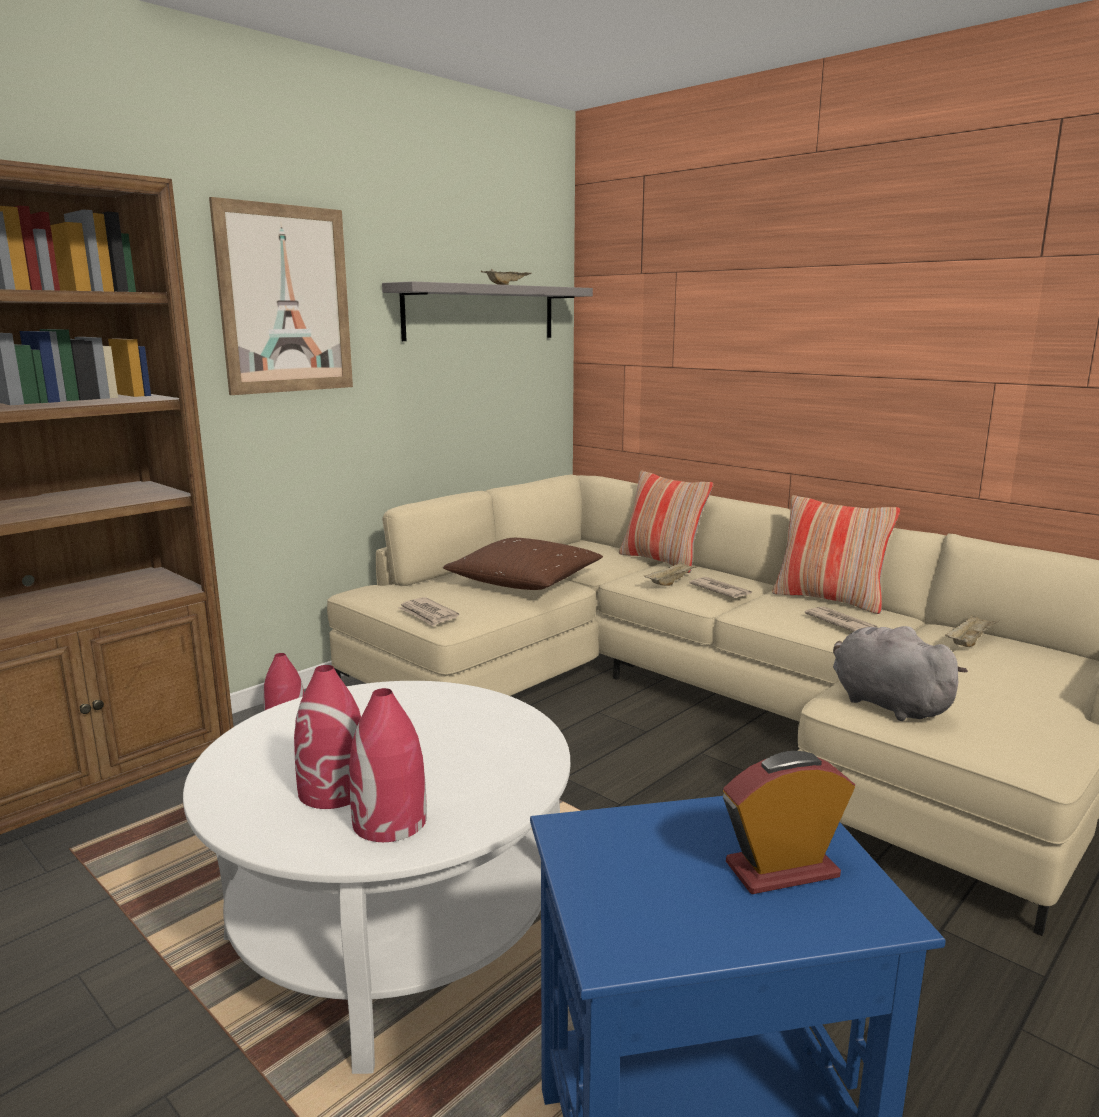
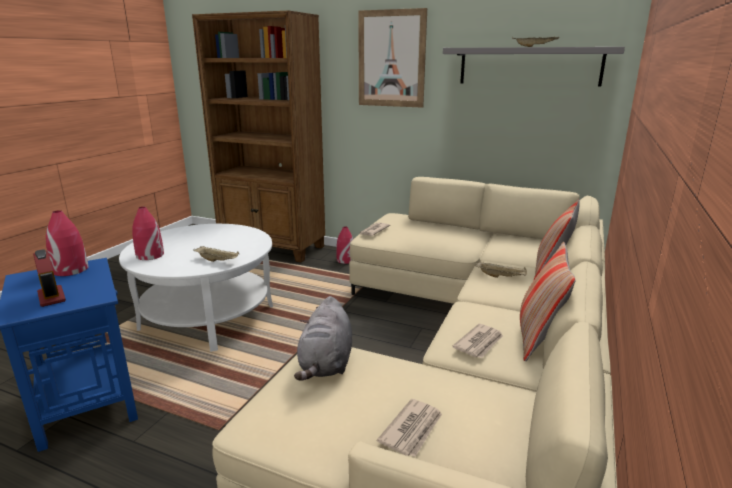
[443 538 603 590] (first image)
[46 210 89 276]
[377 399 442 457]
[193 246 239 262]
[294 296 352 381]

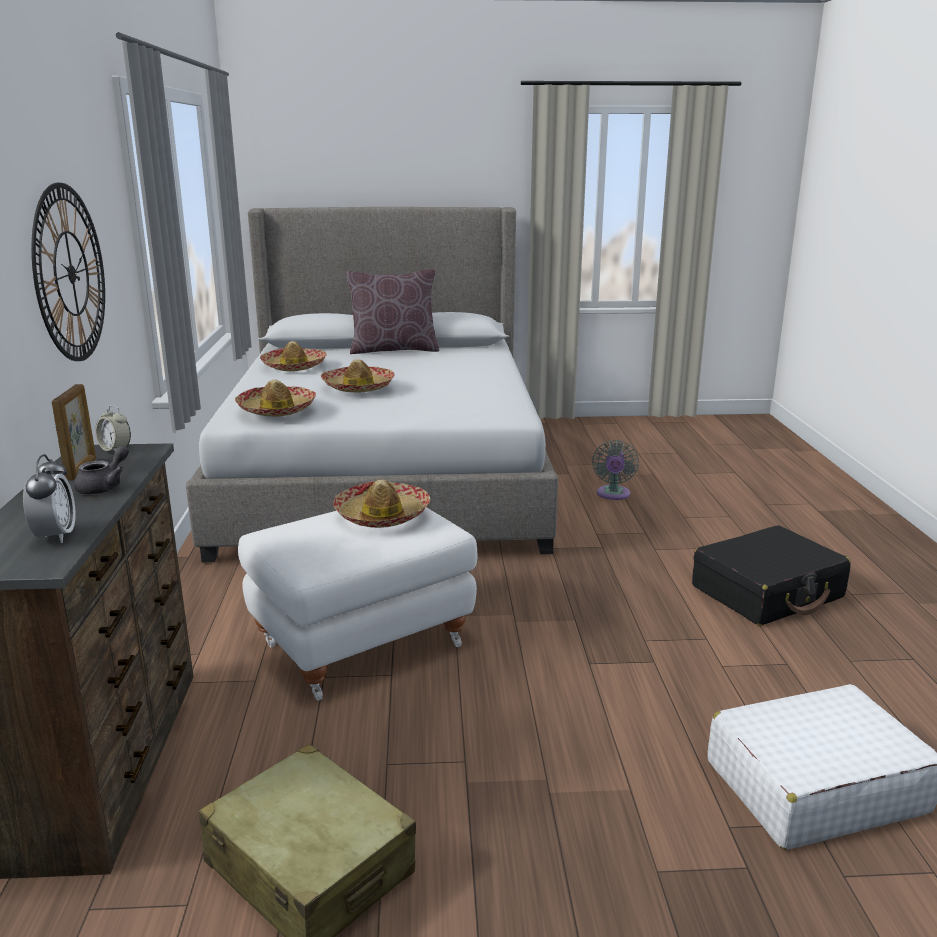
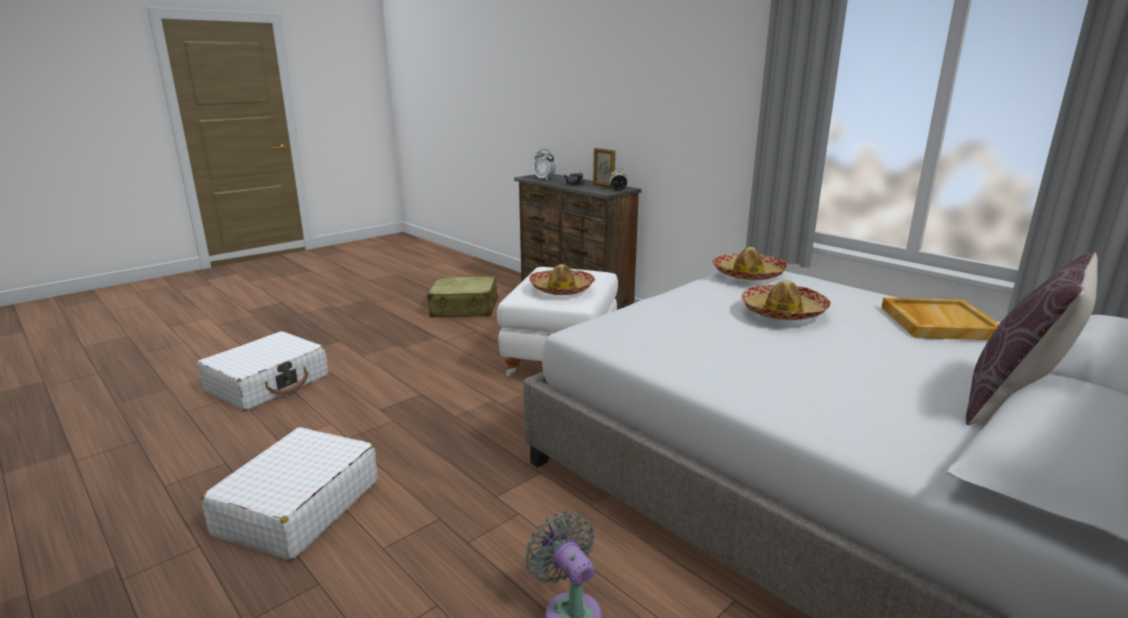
[31 183 105 361] (first image)
[881 298 999 340]
[201 427 377 560]

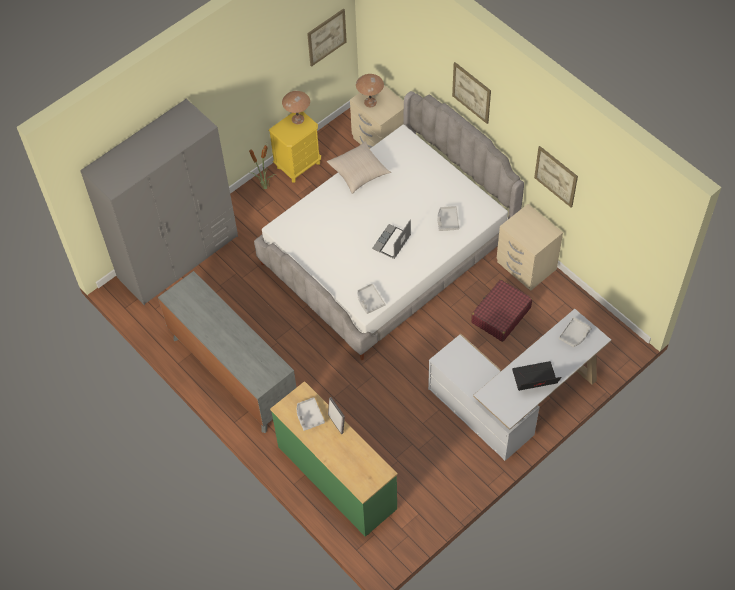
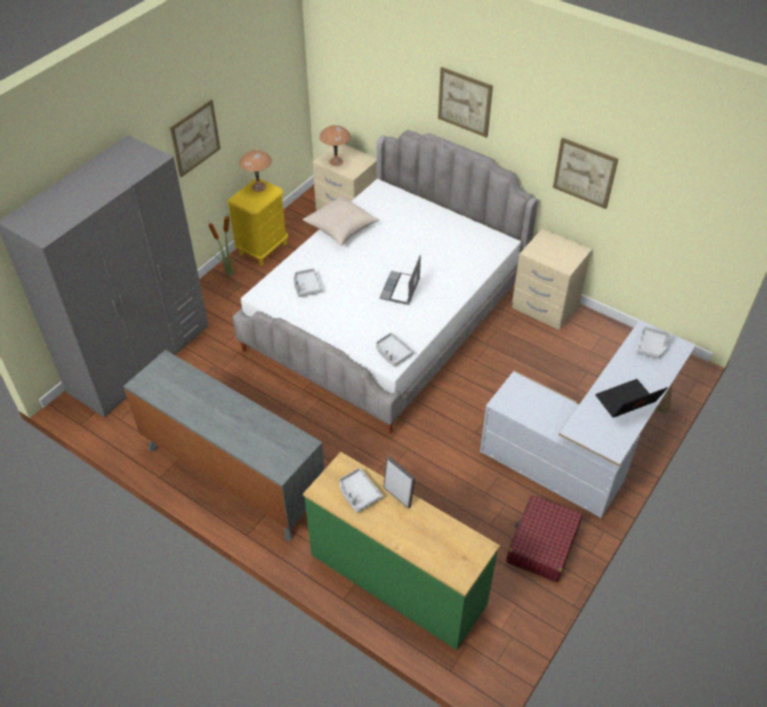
[170 99 220 177]
[294 268 322 297]
[506 495 582 582]

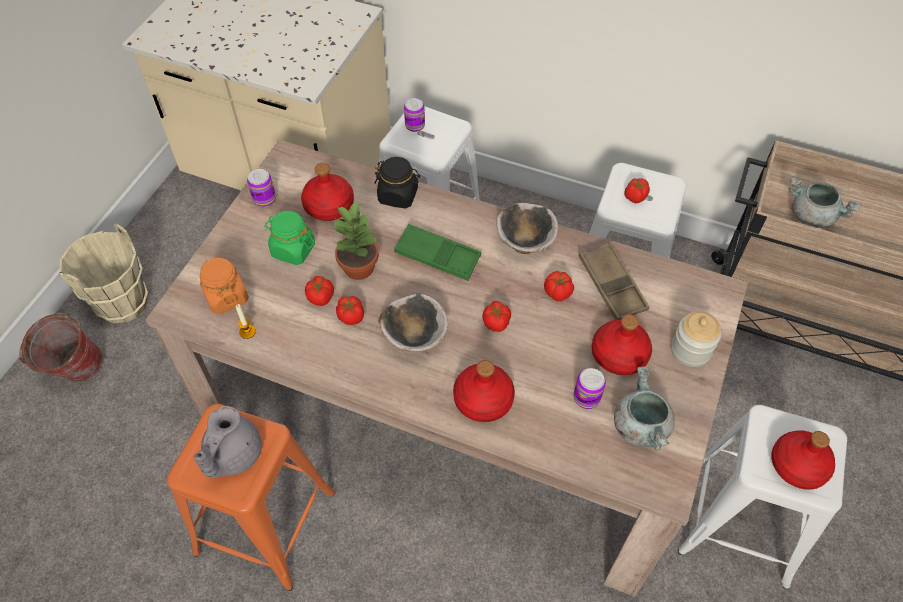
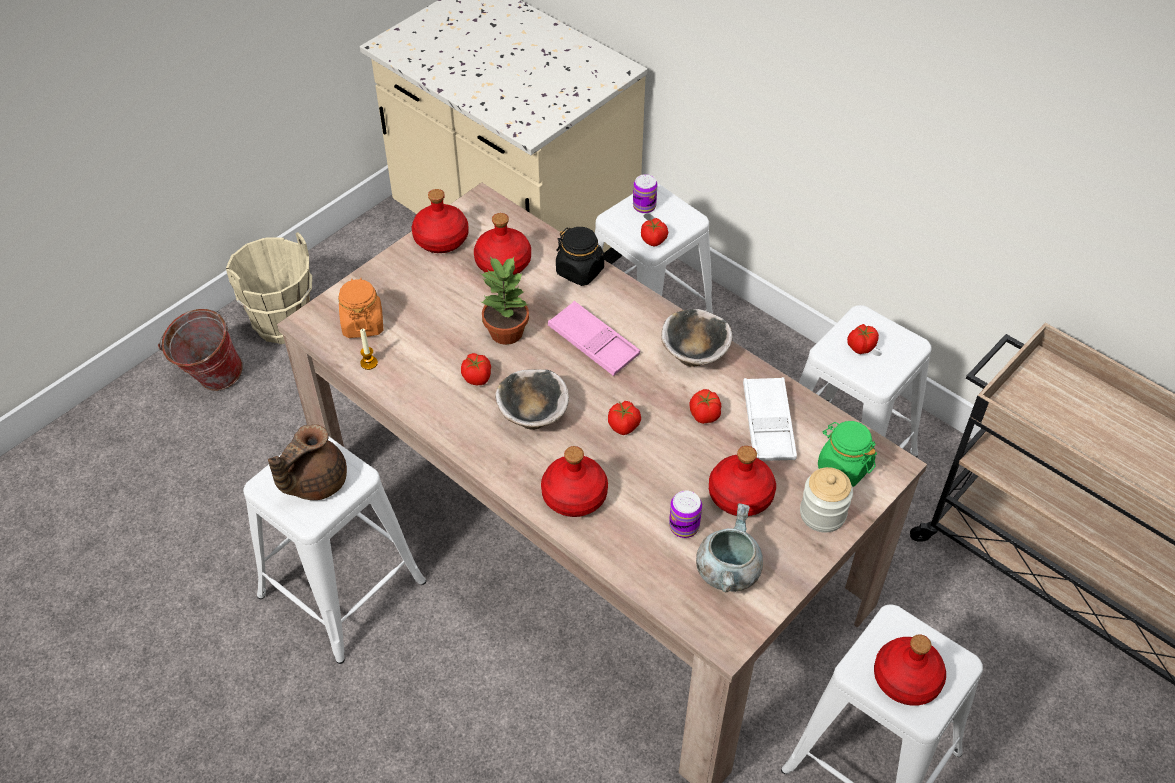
[789 177 862 228] (first image)
[818 421 877 487]
[641 218 668 247]
[412 189 469 253]
[243 437 426 664]
[268 424 347 500]
[548 301 640 376]
[743 377 797 461]

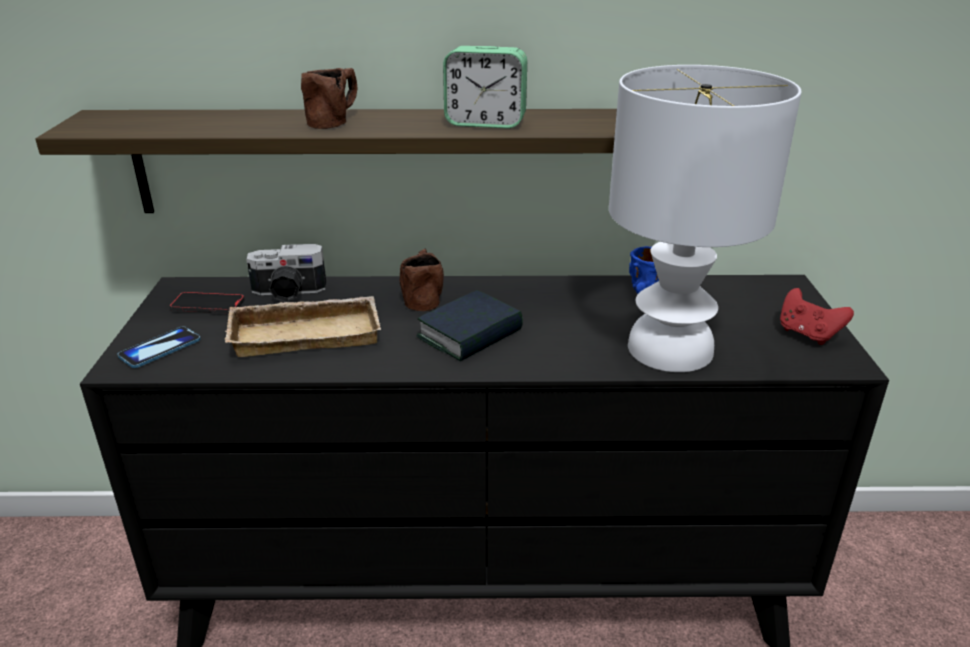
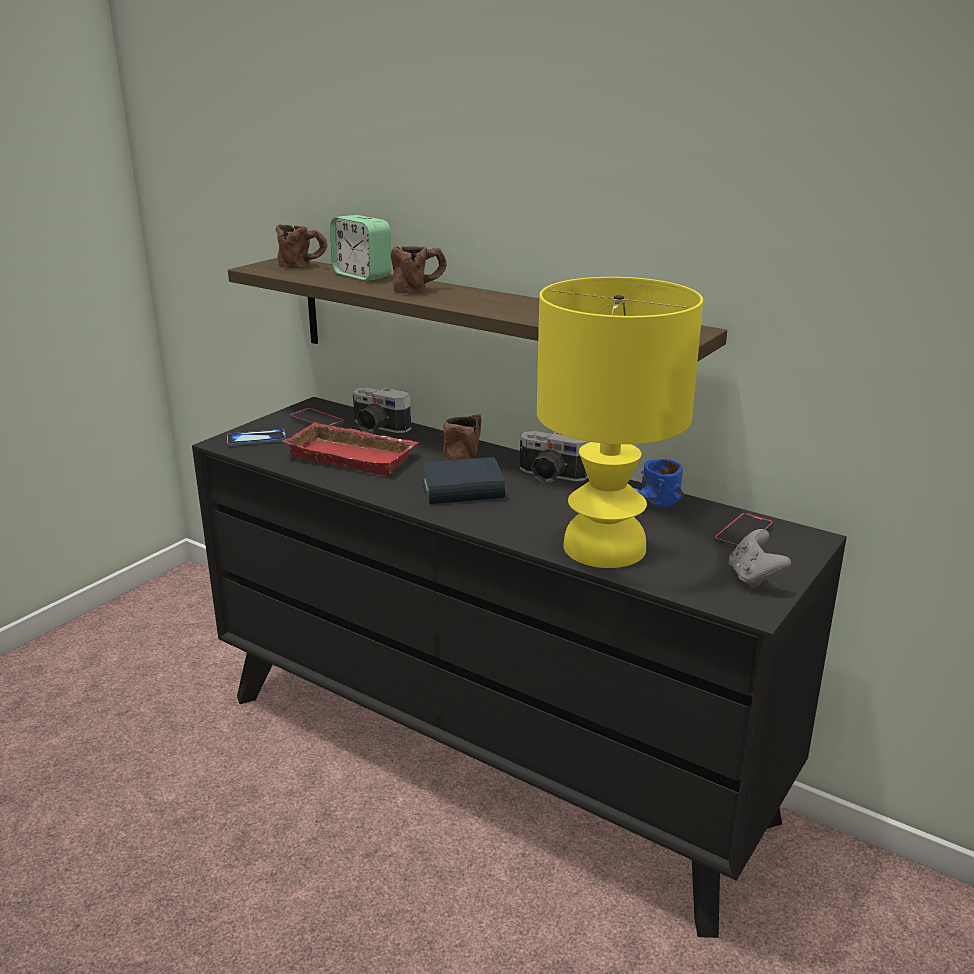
[276 224 327 268]
[520 431 590 483]
[715 513 773 548]
[330 215 391 281]
[282 422 419 475]
[537 277 703 568]
[729 529 791 589]

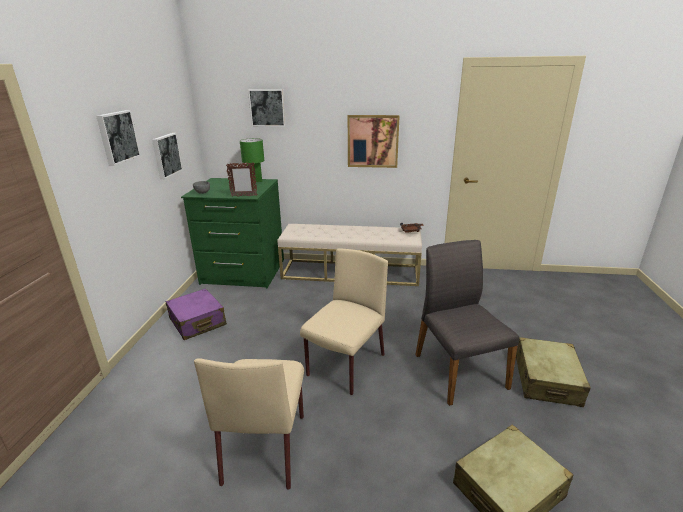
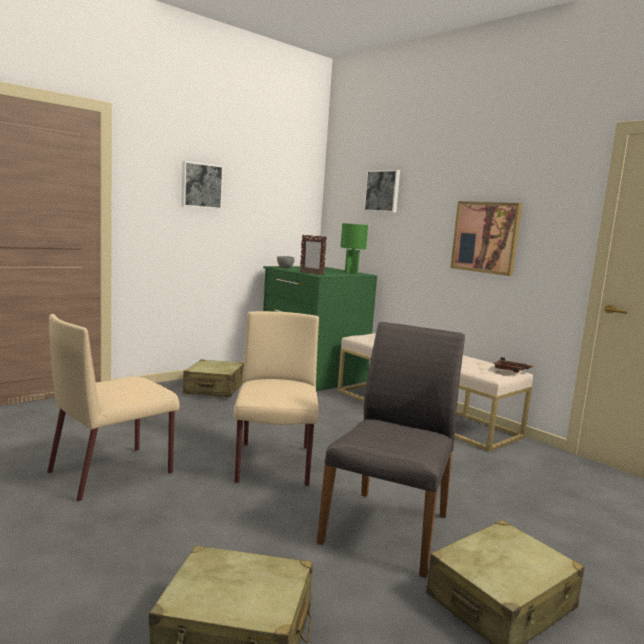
[152 133 183 179] (first image)
[183 360 244 397]
[233 311 319 487]

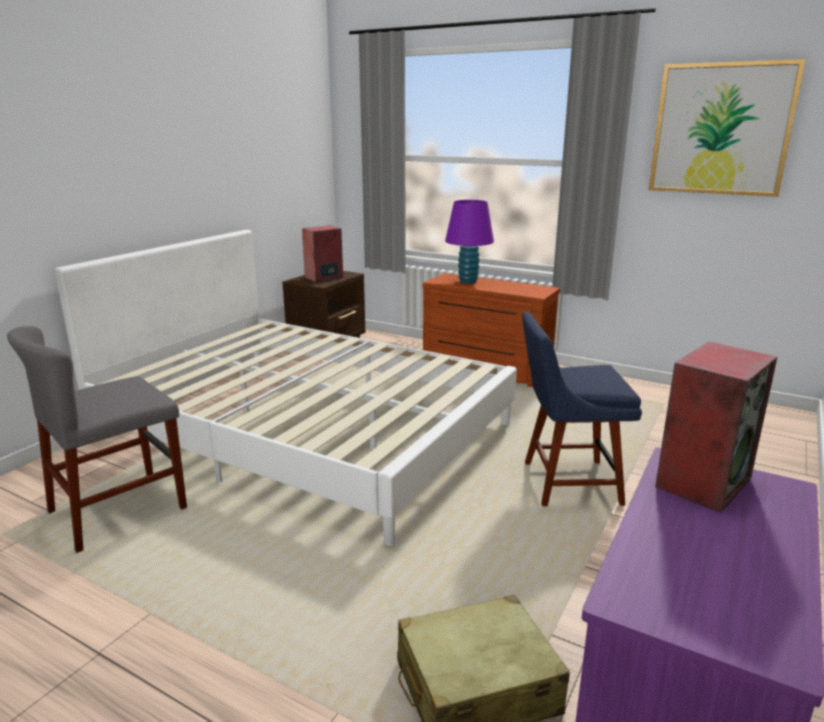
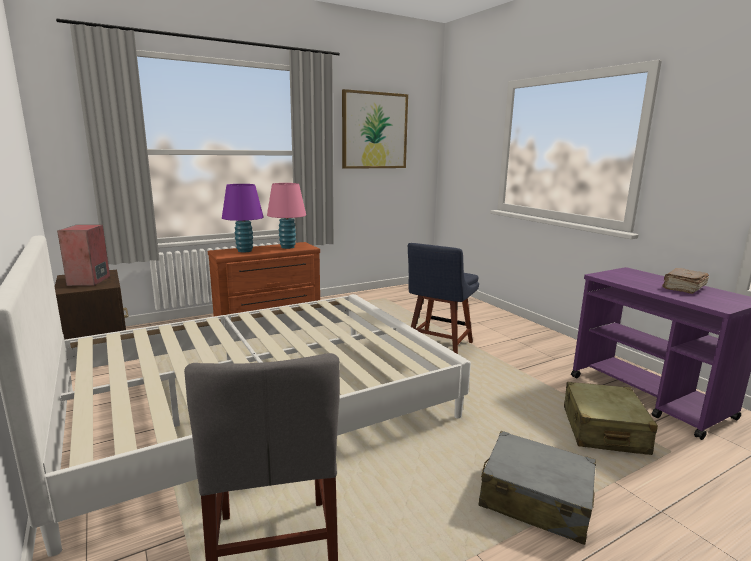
[655 341 777 513] (first image)
[267 183 306 249]
[479 431 596 545]
[662 268 709 294]

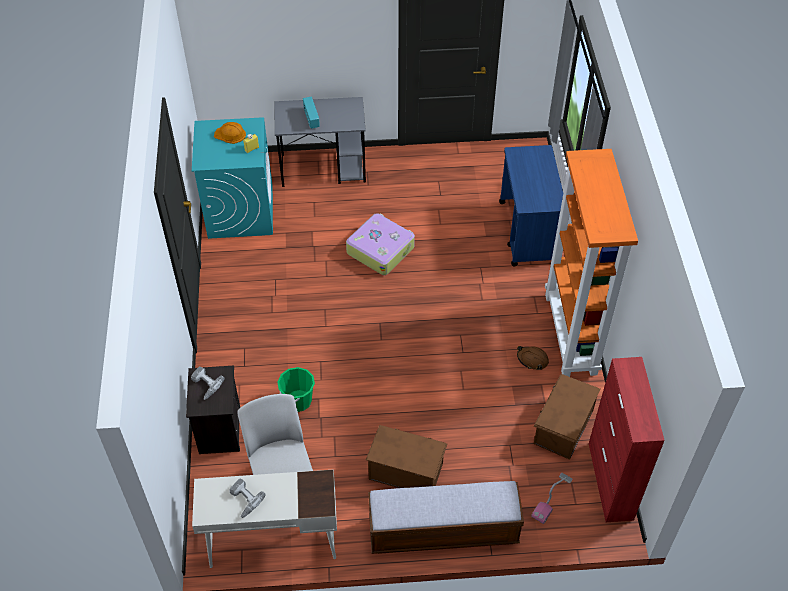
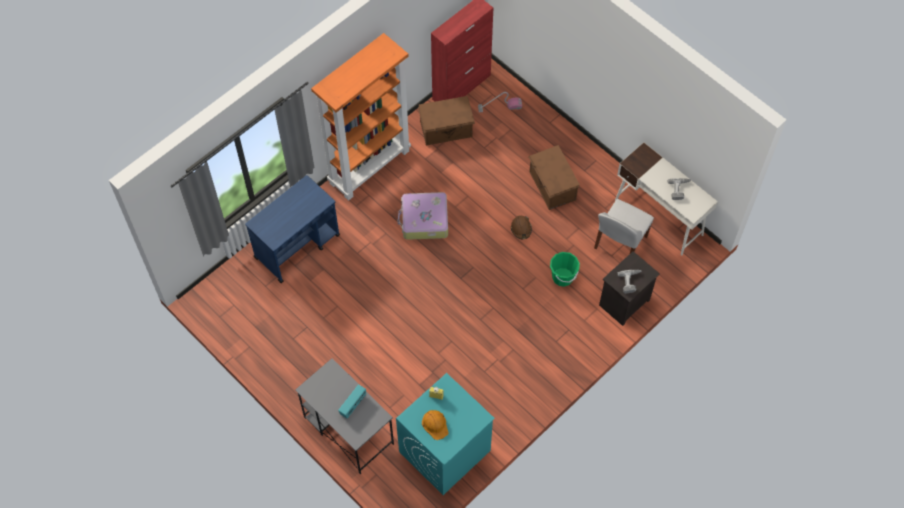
[368 481 524 554] (first image)
[398 192 448 240]
[511 215 532 239]

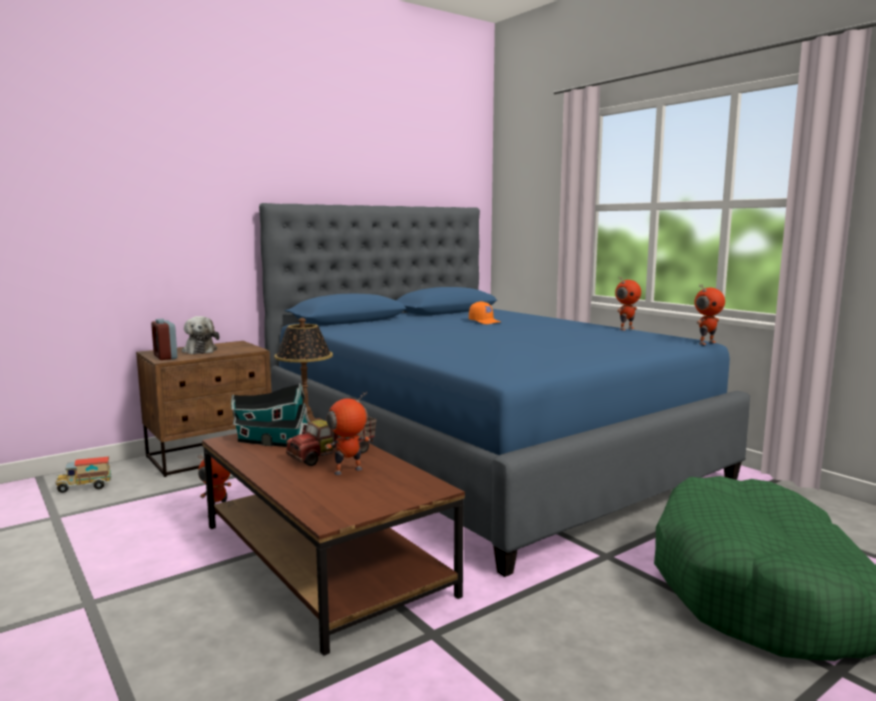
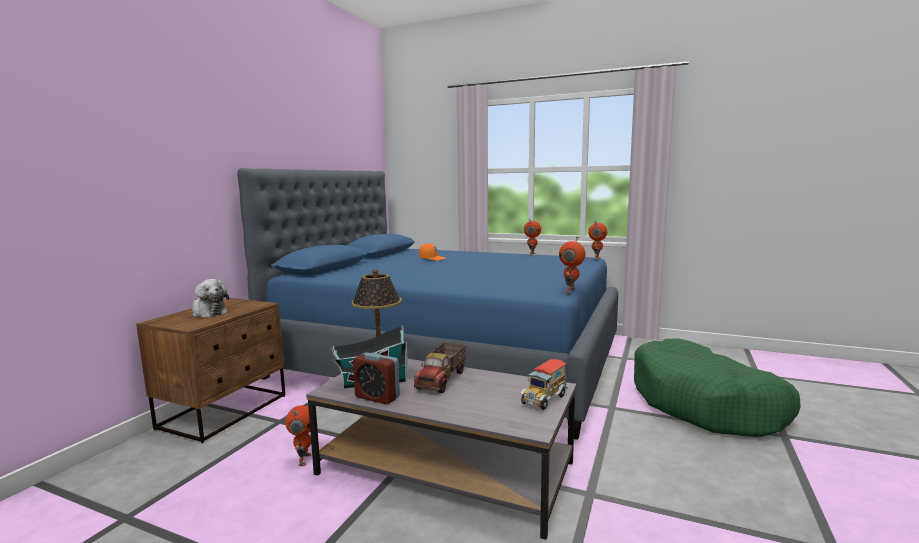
[520 359 568 410]
[353 352 400 404]
[559 237 586 294]
[306 359 576 540]

